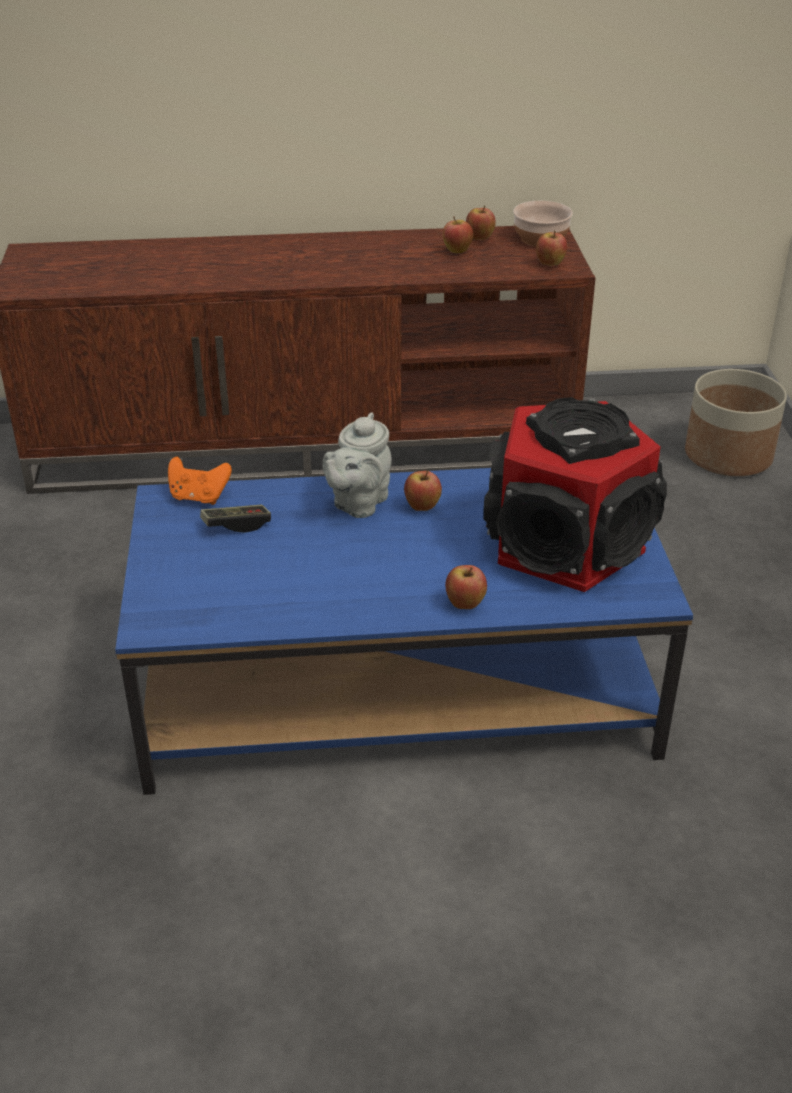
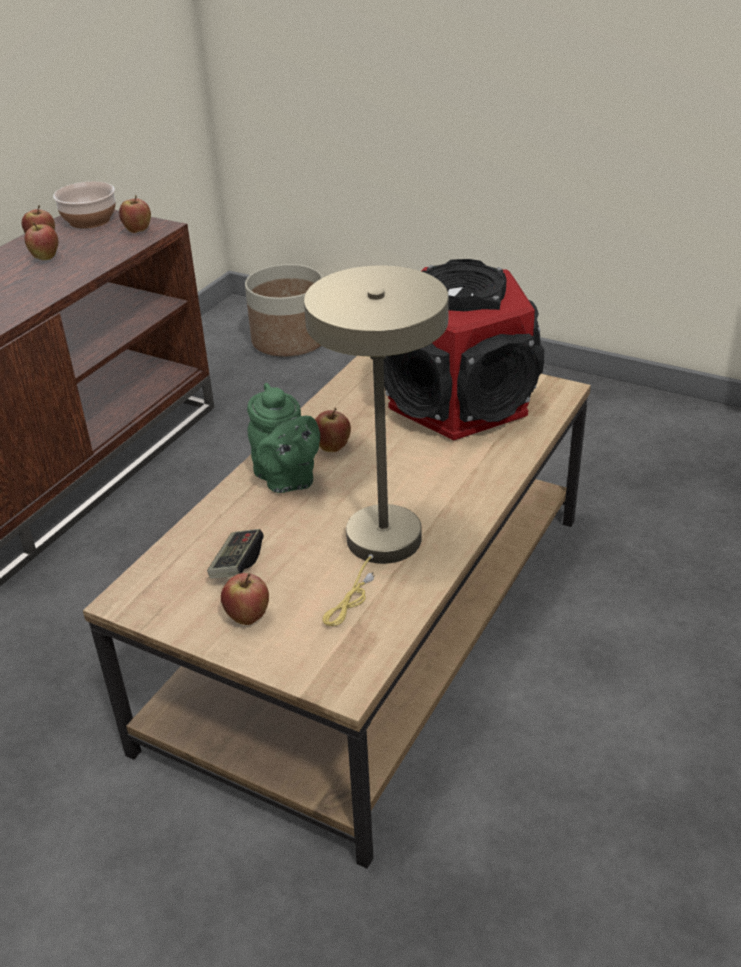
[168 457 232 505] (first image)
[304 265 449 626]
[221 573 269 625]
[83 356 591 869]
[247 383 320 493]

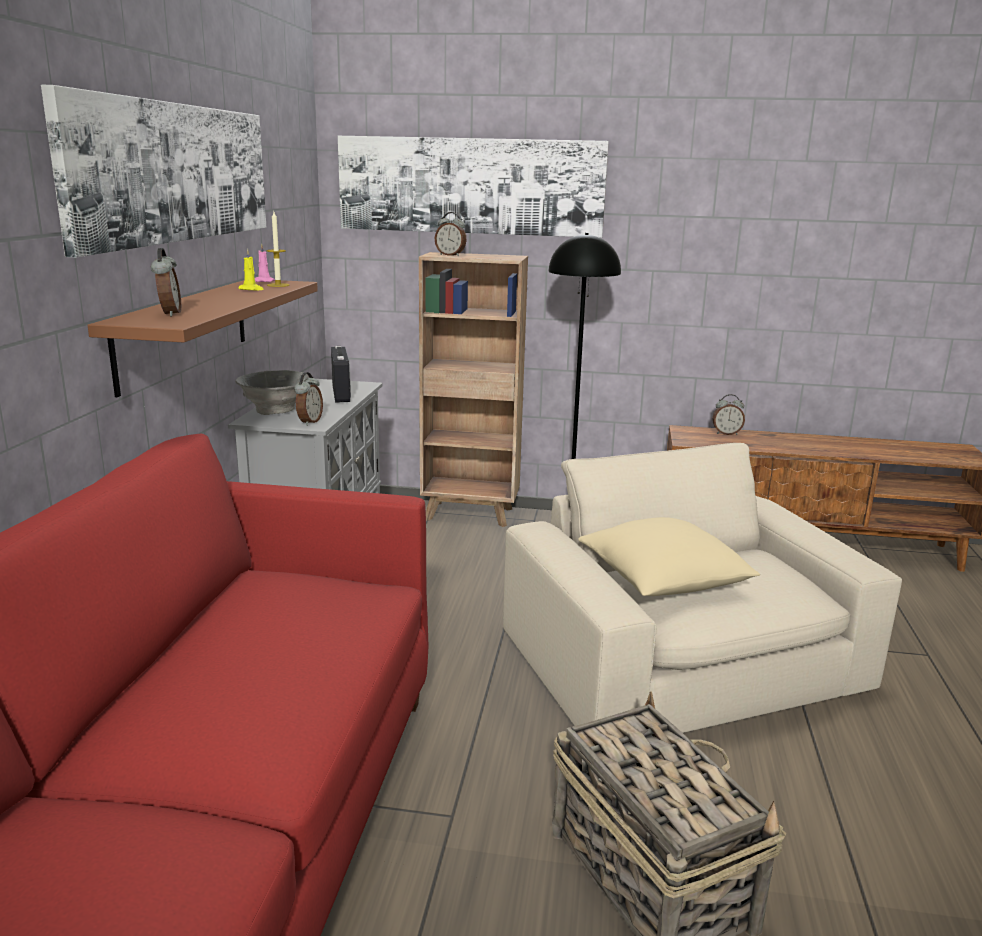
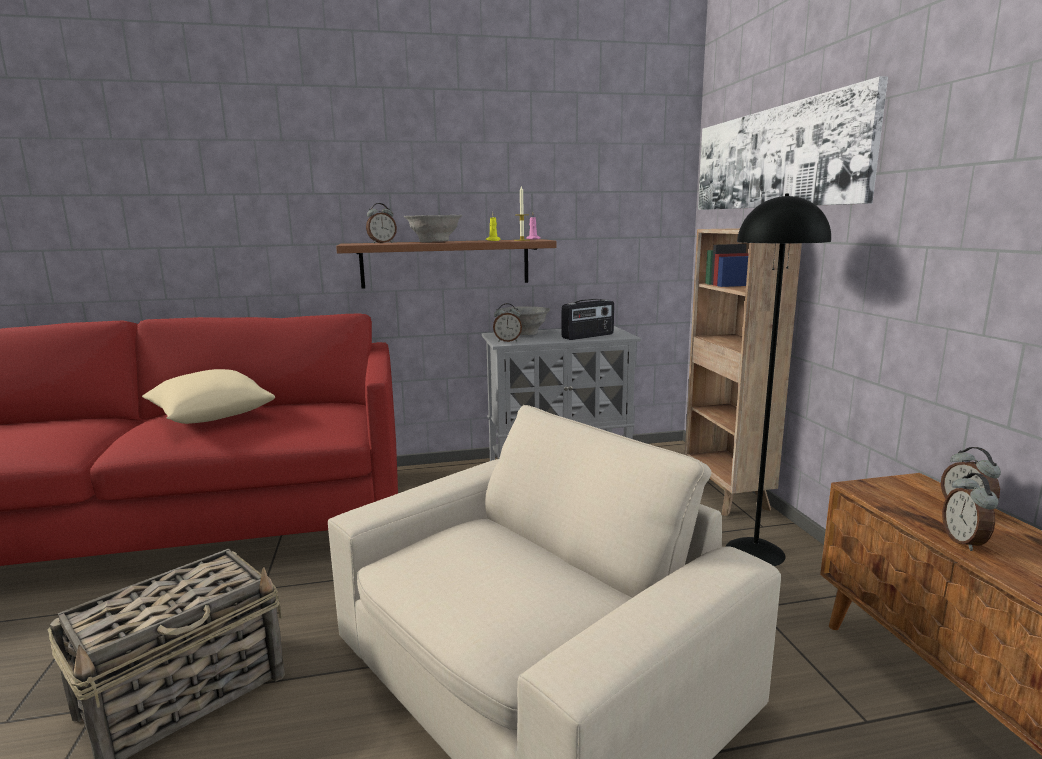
[41 85 266 257] (first image)
[404 215 462 243]
[942 473 999 551]
[142 369 275 424]

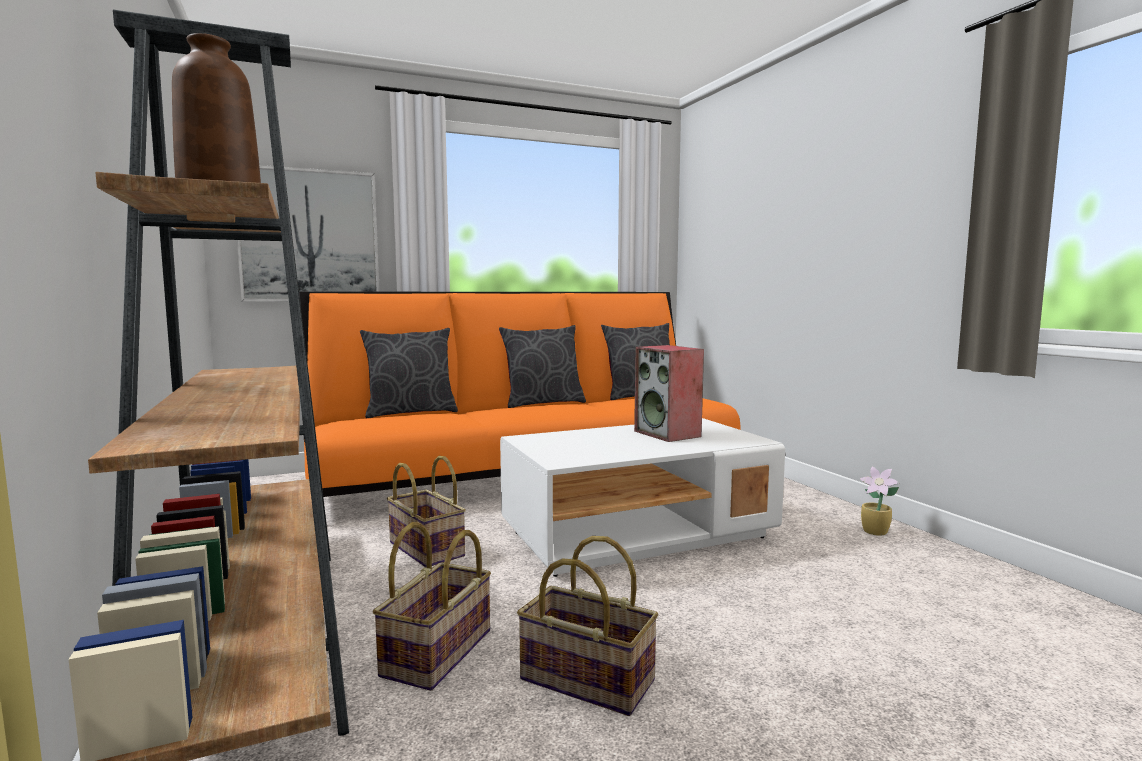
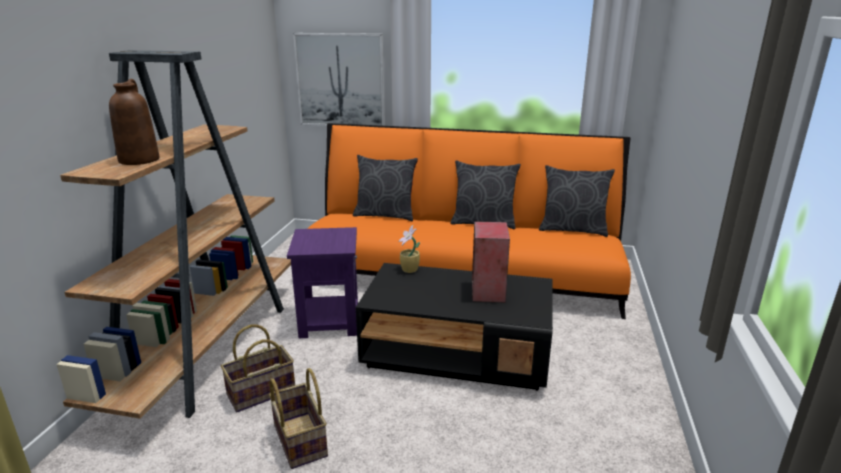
[398 225 420 273]
[287 227 358 338]
[356 263 553 391]

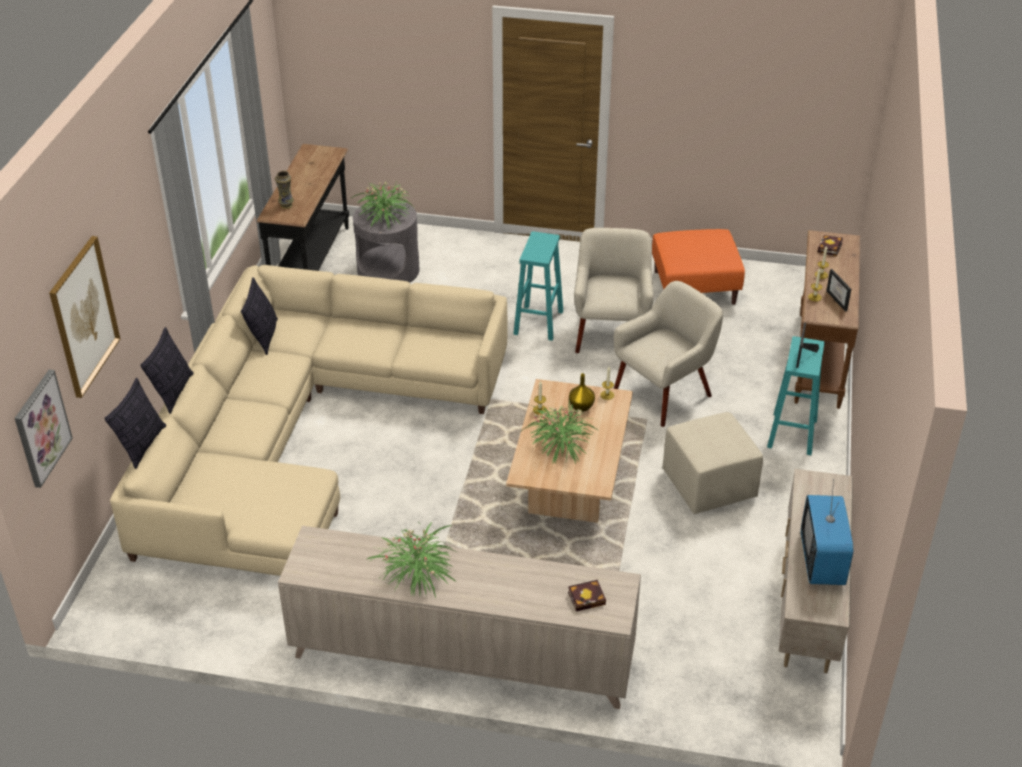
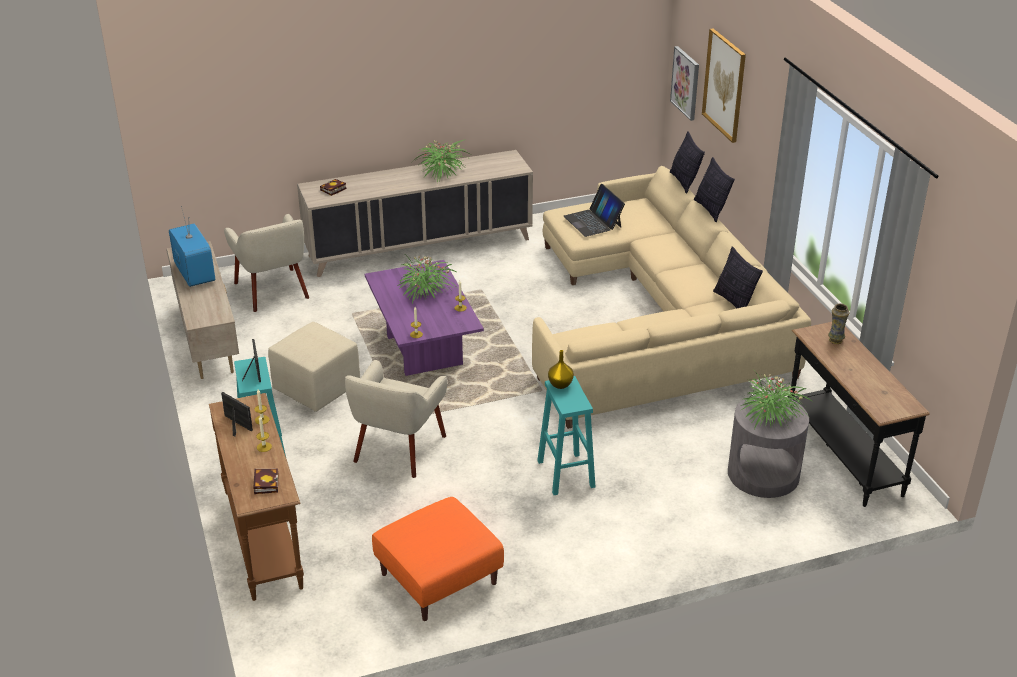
[564 184 625 237]
[548 350 574 389]
[224 214 309 312]
[365 260 484 376]

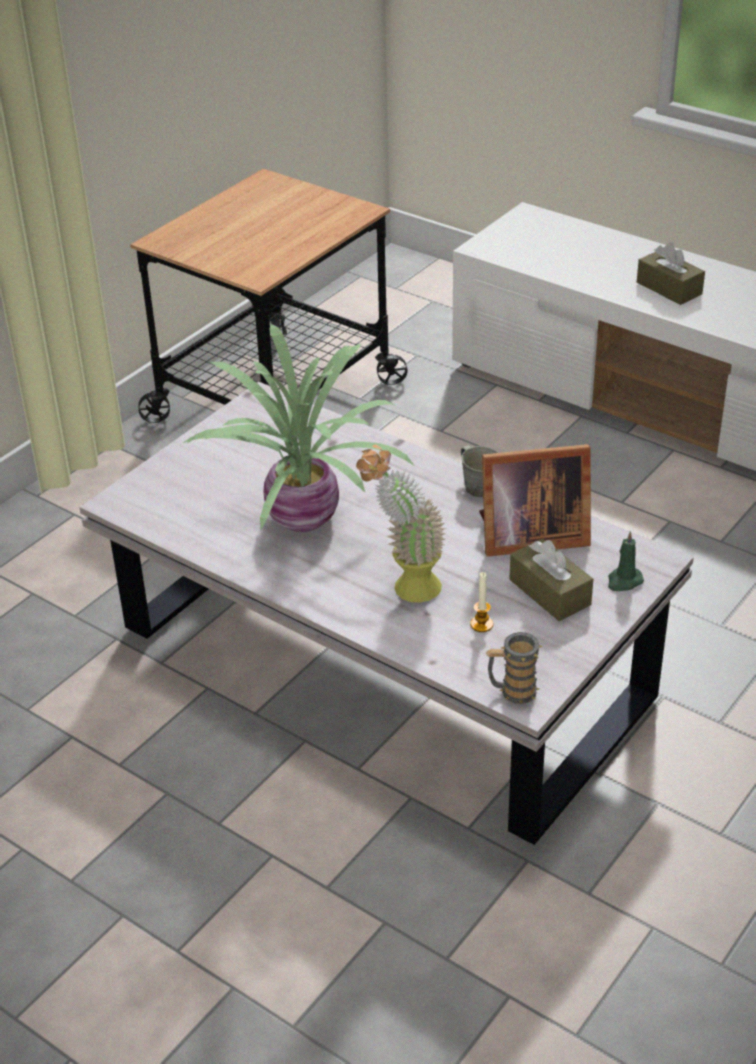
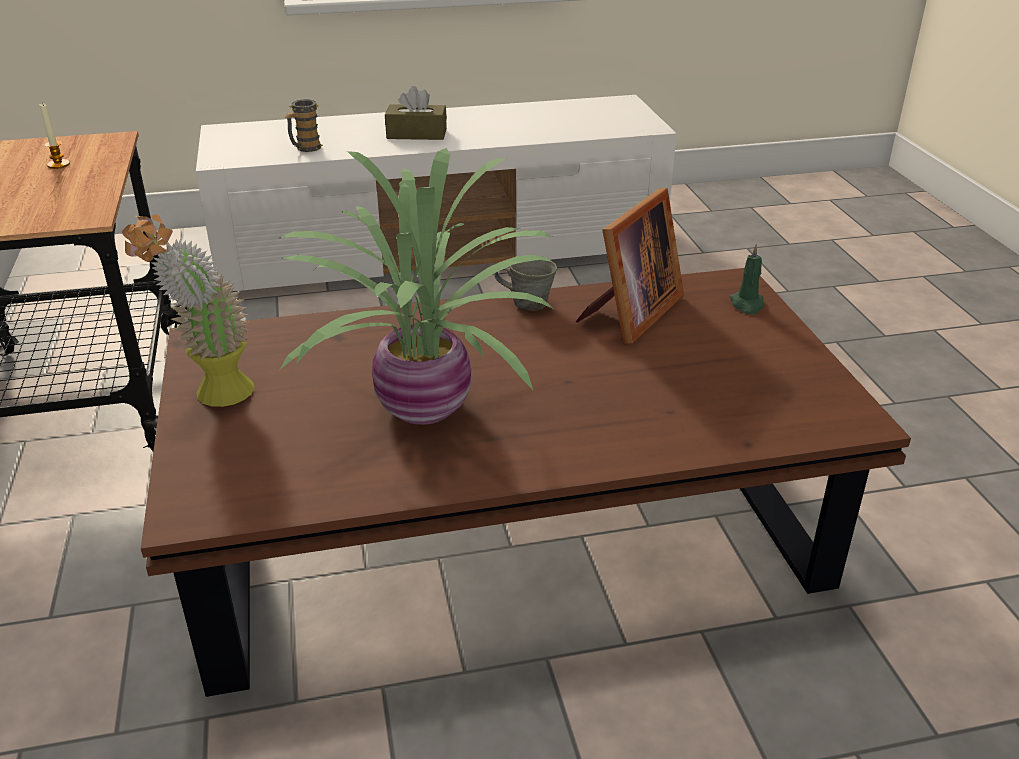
[509 539 593 621] (first image)
[122 214 254 407]
[40 102 70 169]
[285 99 323 152]
[141 268 911 697]

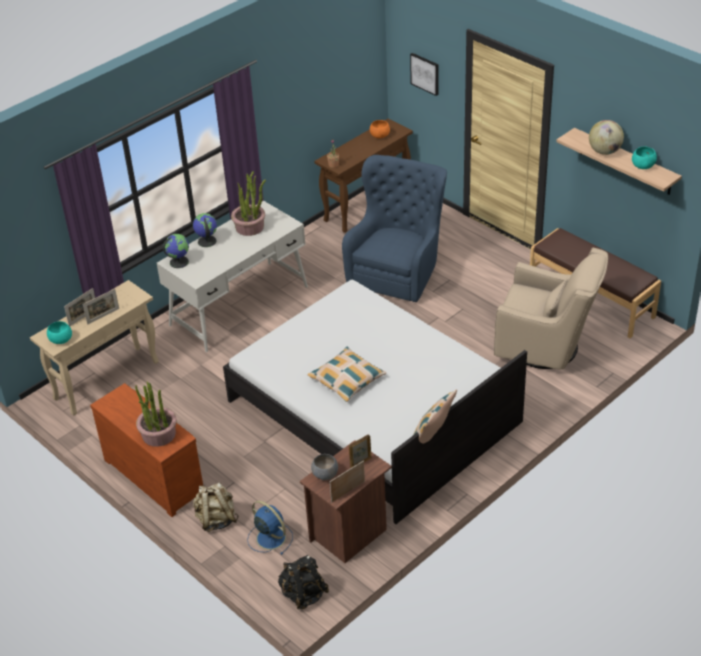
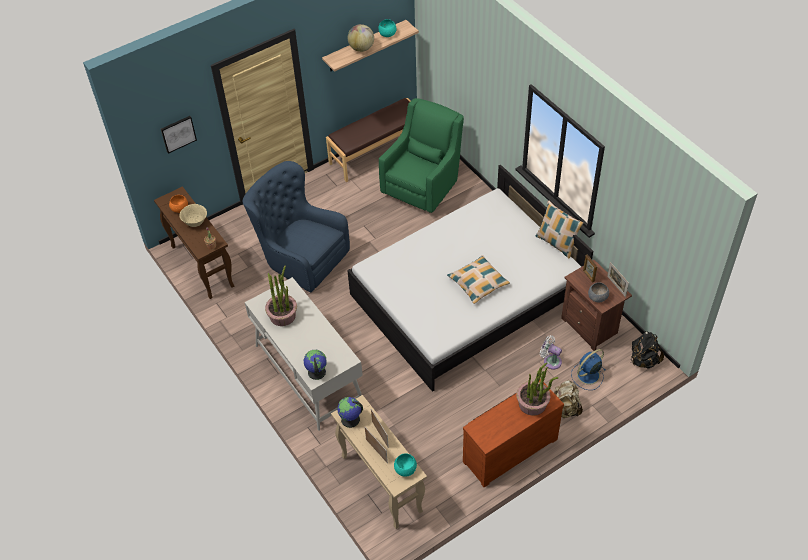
[179 204 207 227]
[540 335 562 370]
[337 397 363 428]
[379 98 464 213]

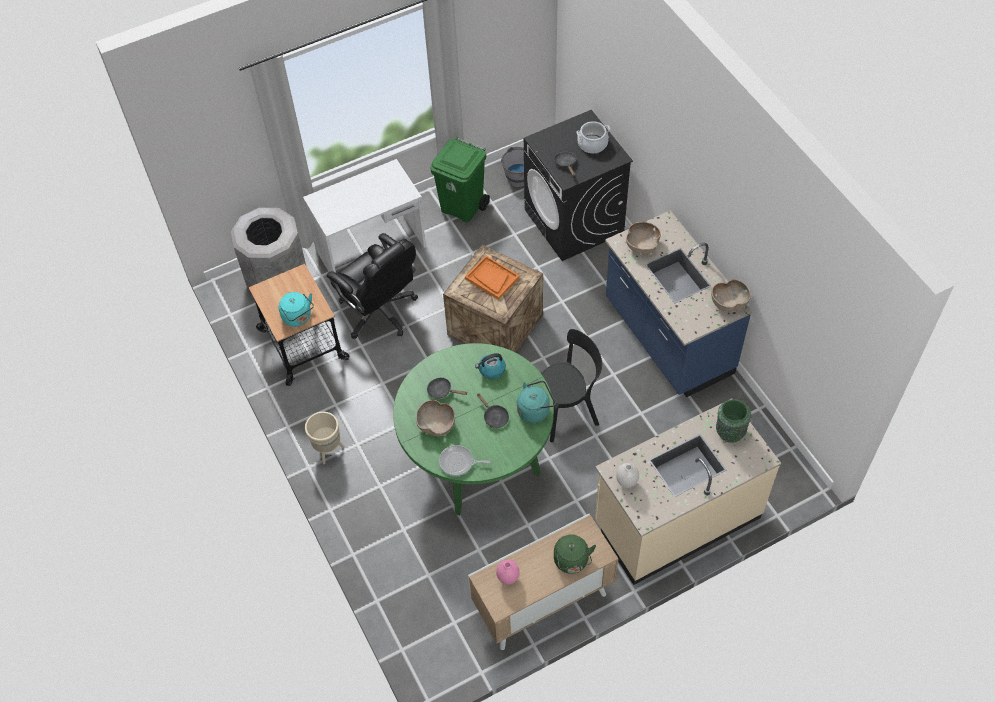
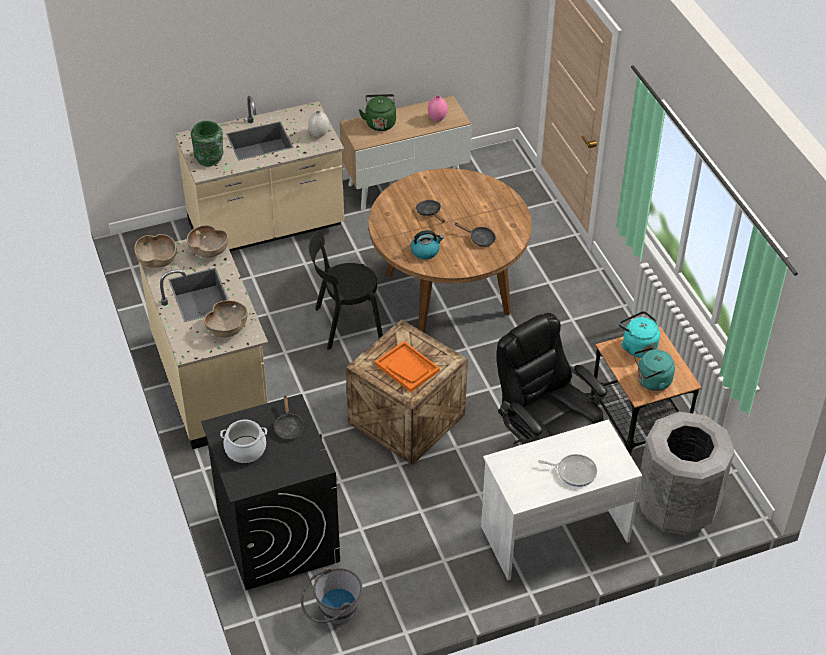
[305 412 344 464] (first image)
[430 137 490 223] (first image)
[187 225 228 258]
[538 454 597 487]
[634 347 675 391]
[369 168 532 333]
[139 236 268 449]

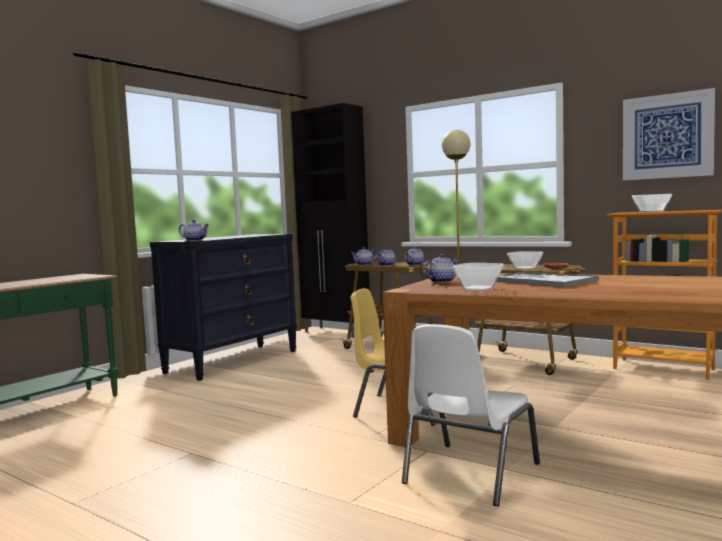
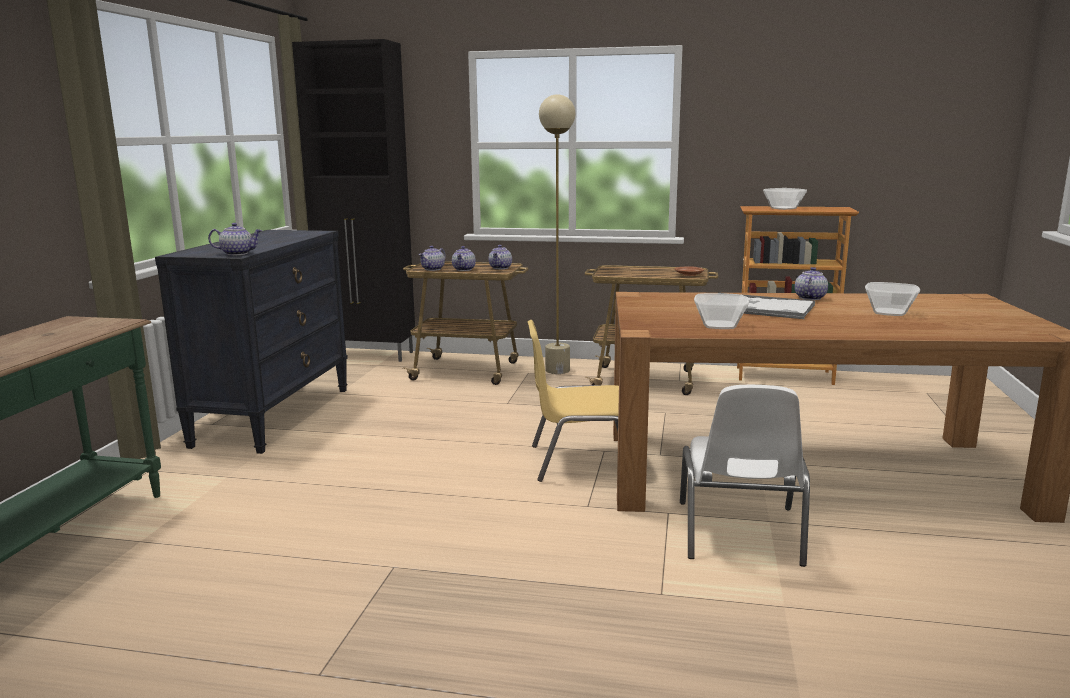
[623 88 715 180] (first image)
[795 267 828 300]
[865 282 920 316]

